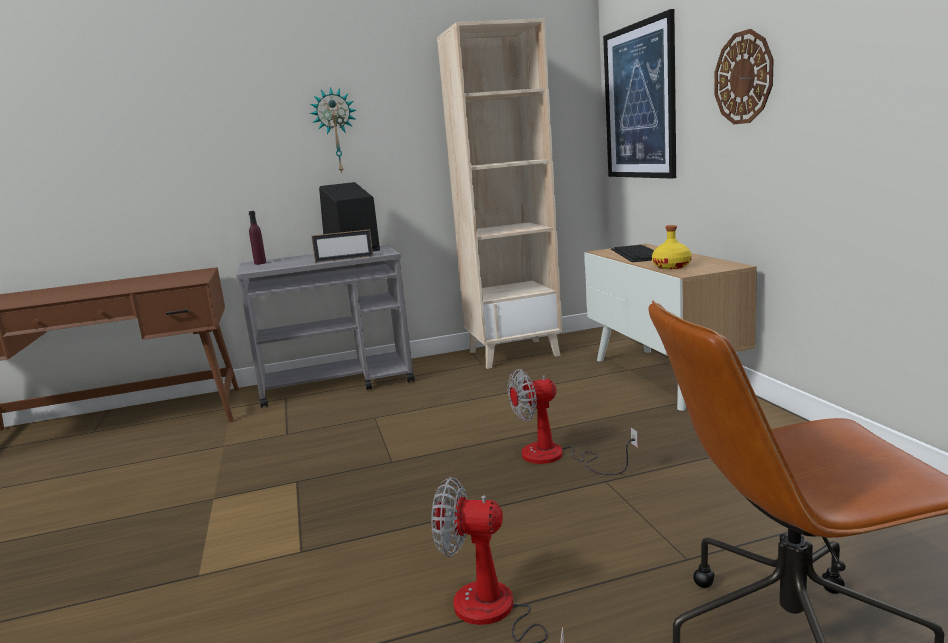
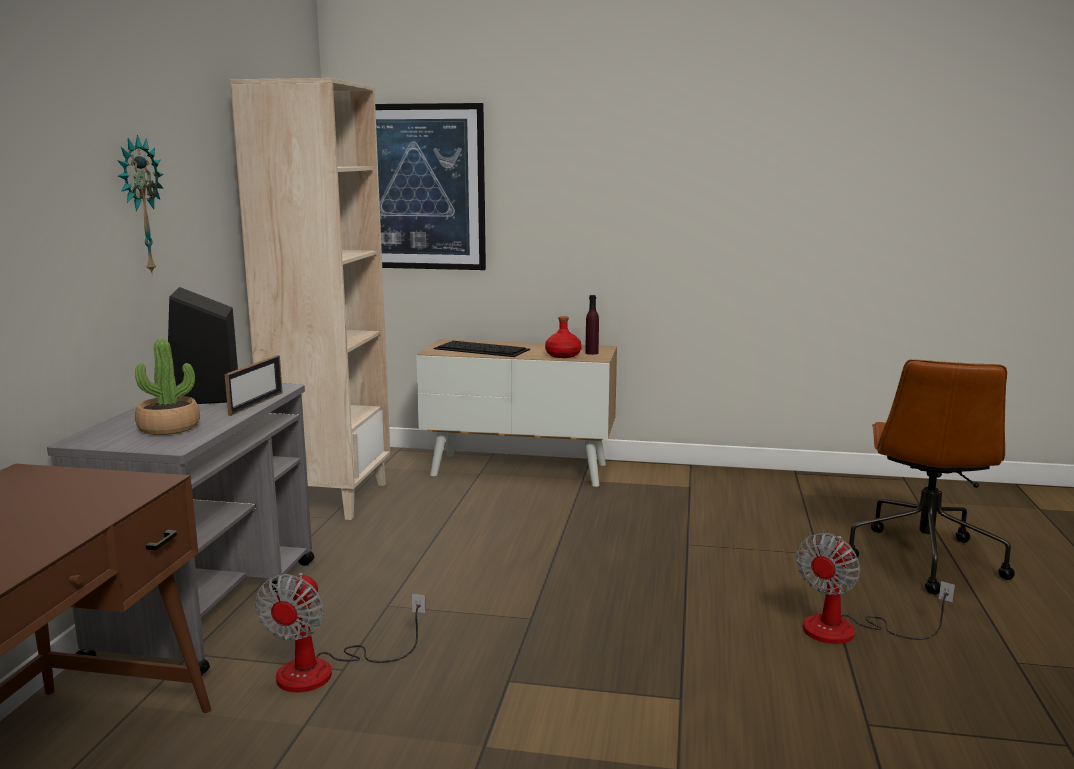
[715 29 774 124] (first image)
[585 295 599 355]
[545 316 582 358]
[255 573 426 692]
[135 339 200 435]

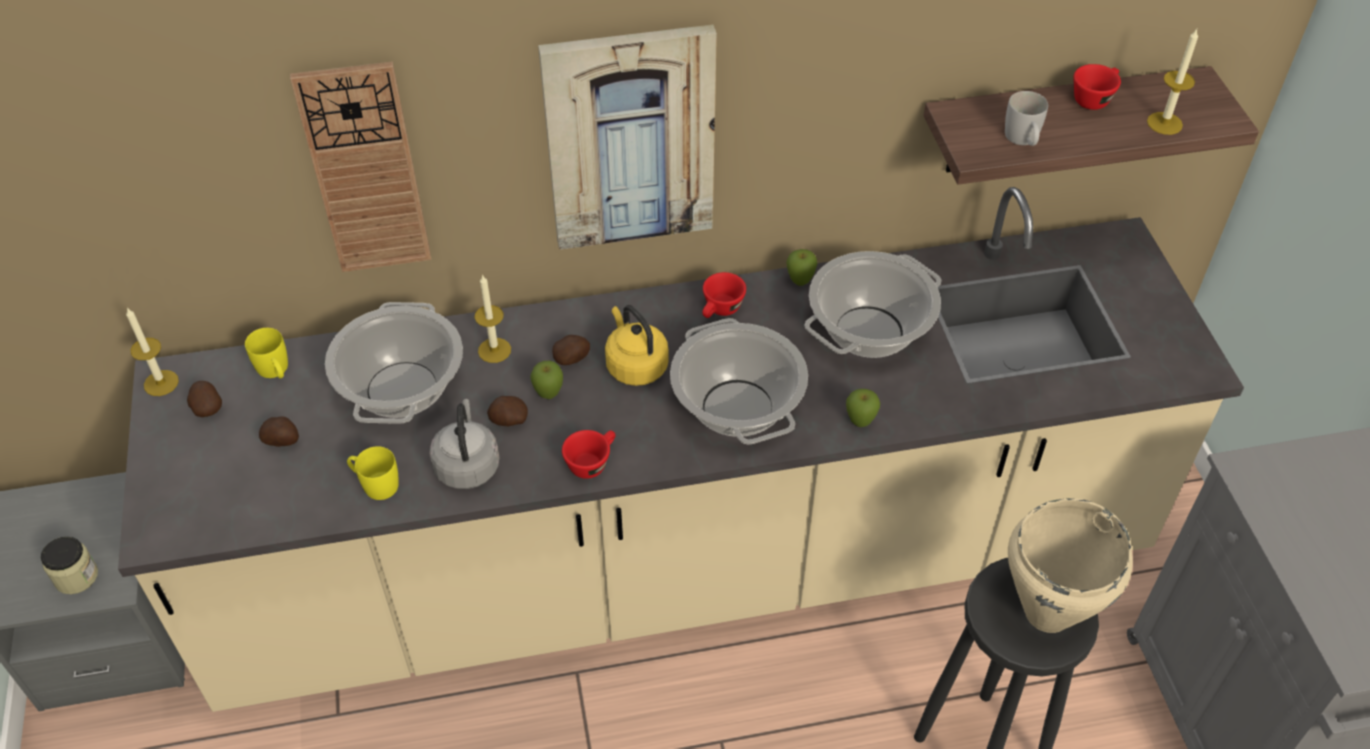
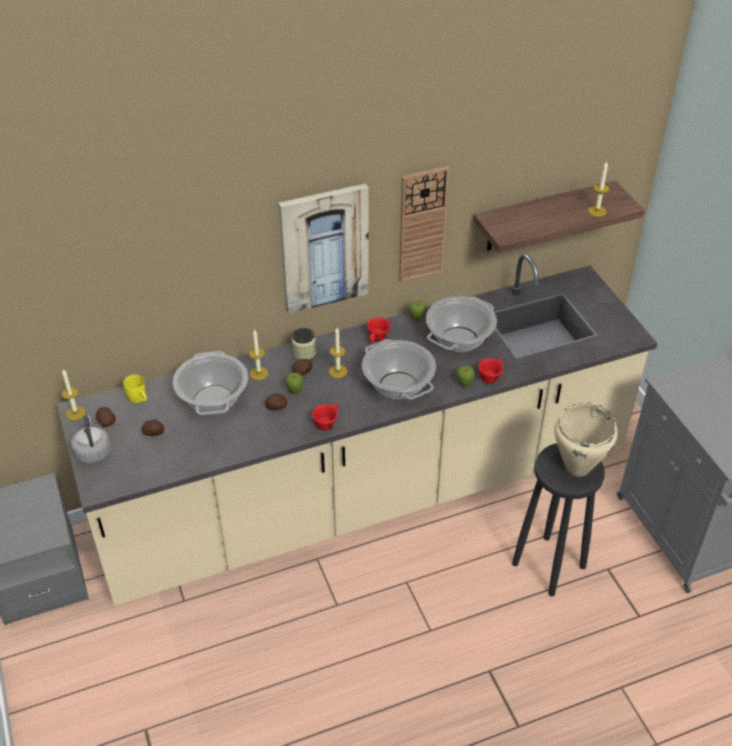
[399 166 450 283]
[478 358 503 383]
[1005 91 1048 146] (first image)
[329 328 347 378]
[71 415 111 464]
[347 446 399 500] (first image)
[292 328 316 360]

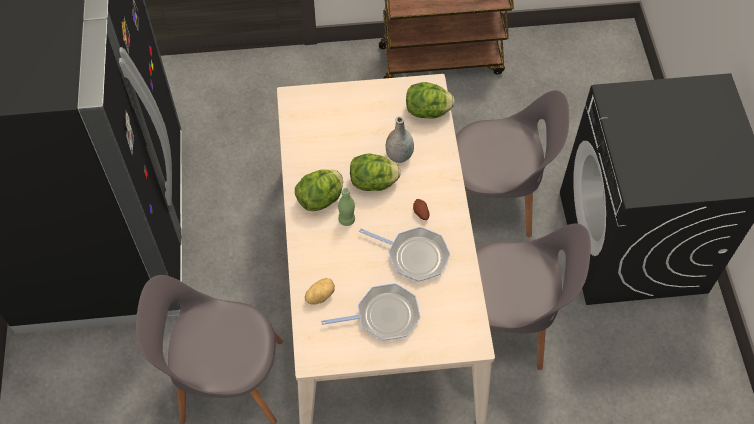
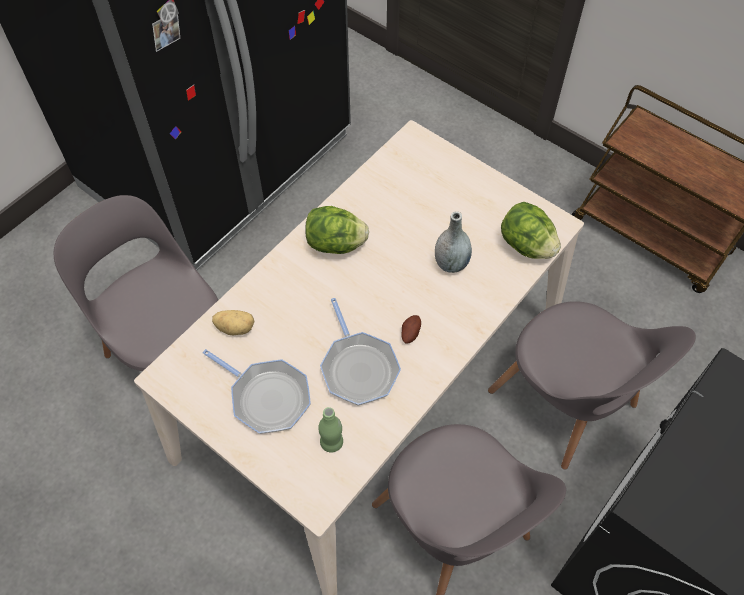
[350 153 401 191] (first image)
[318 407 343 452]

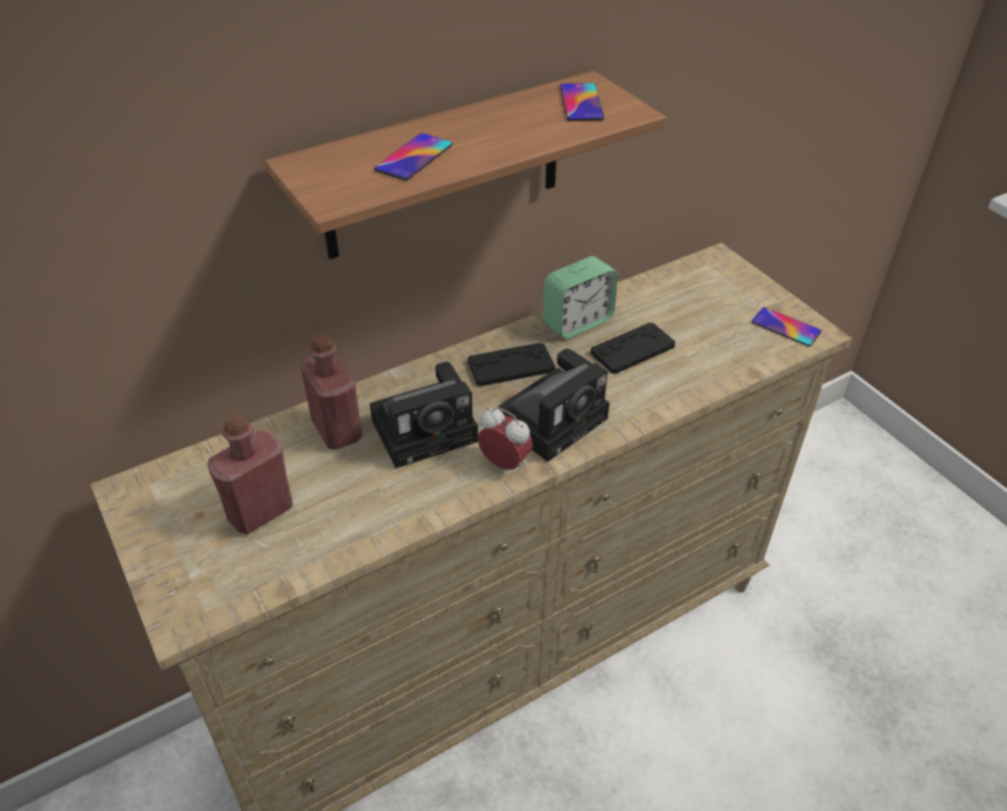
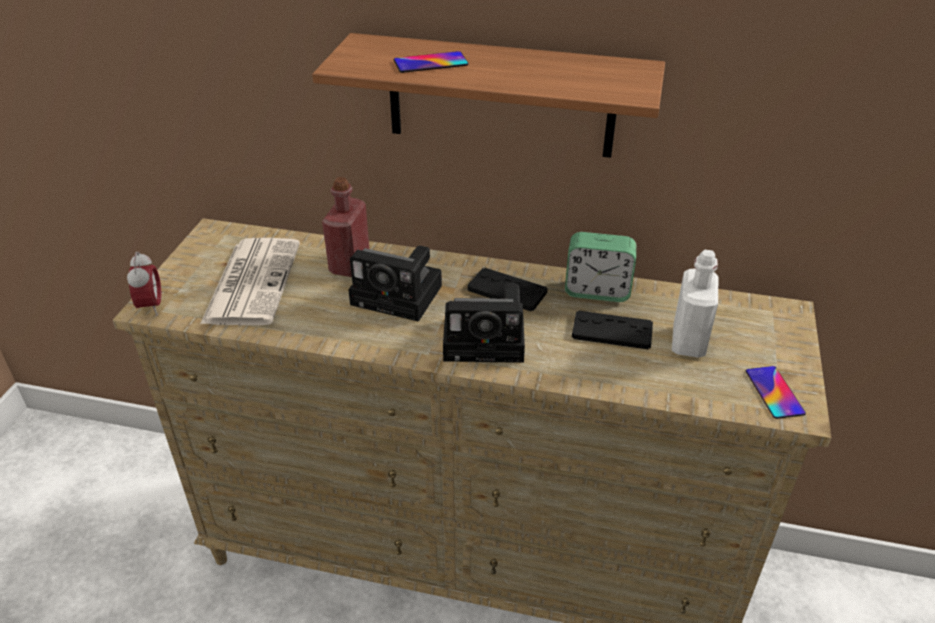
[560 83 604 121] (first image)
[127 251 162 316]
[200 238 300 325]
[672 250 718 358]

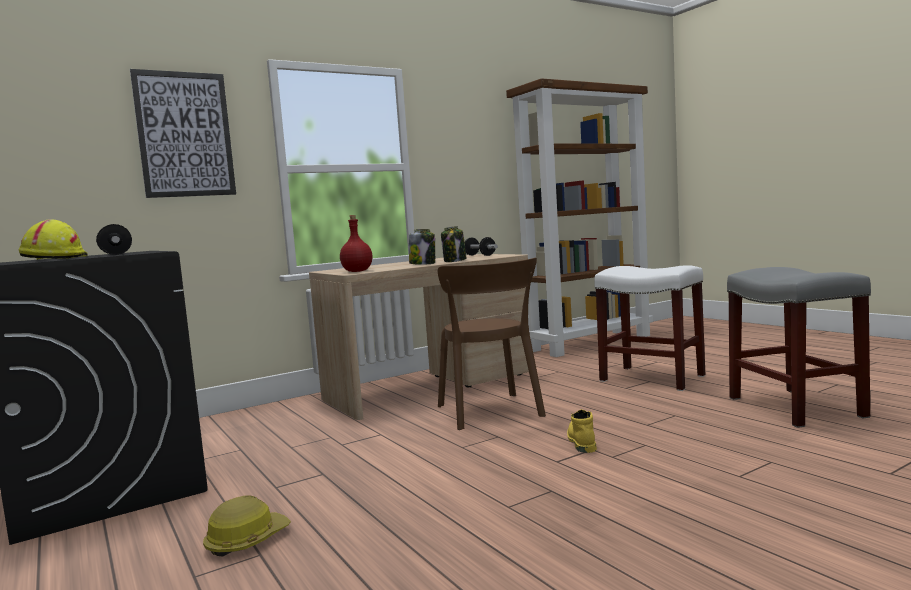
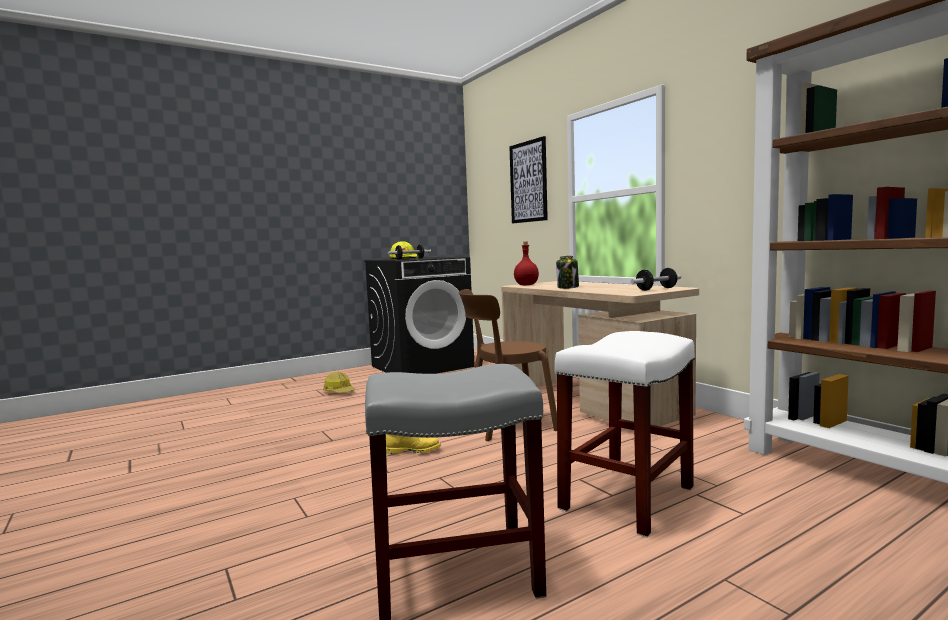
[441 226 467 262] (first image)

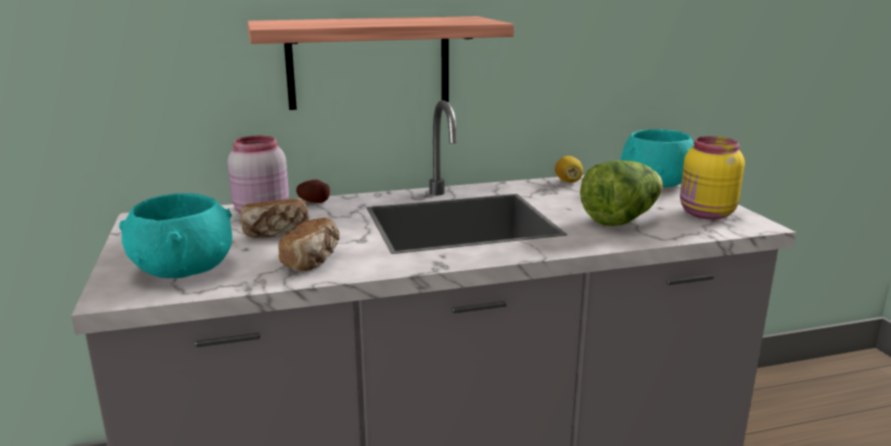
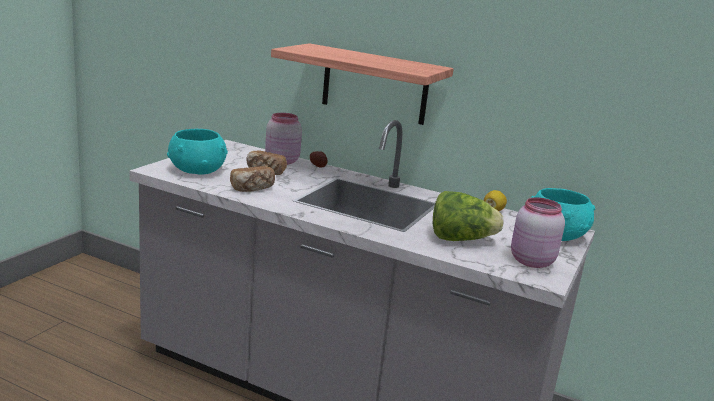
[511 197 565 268]

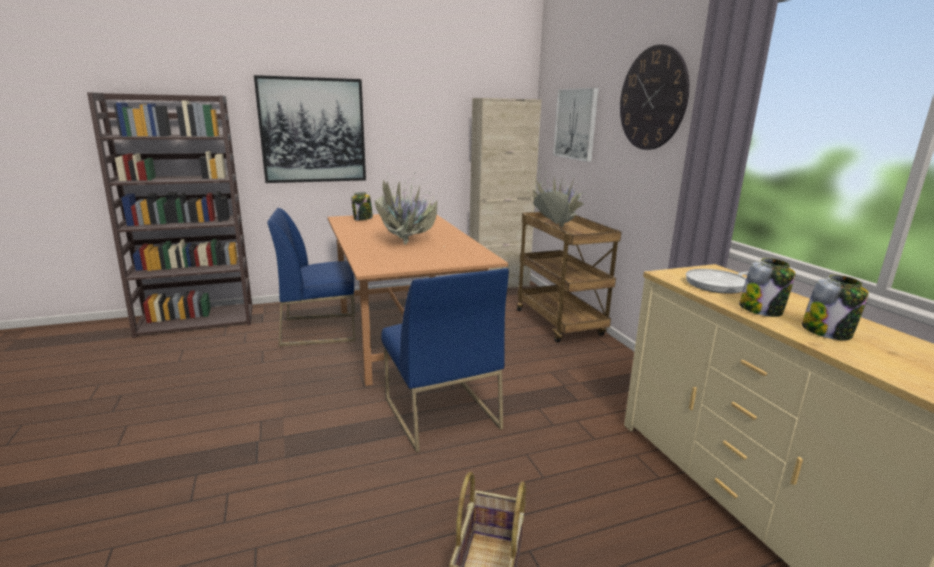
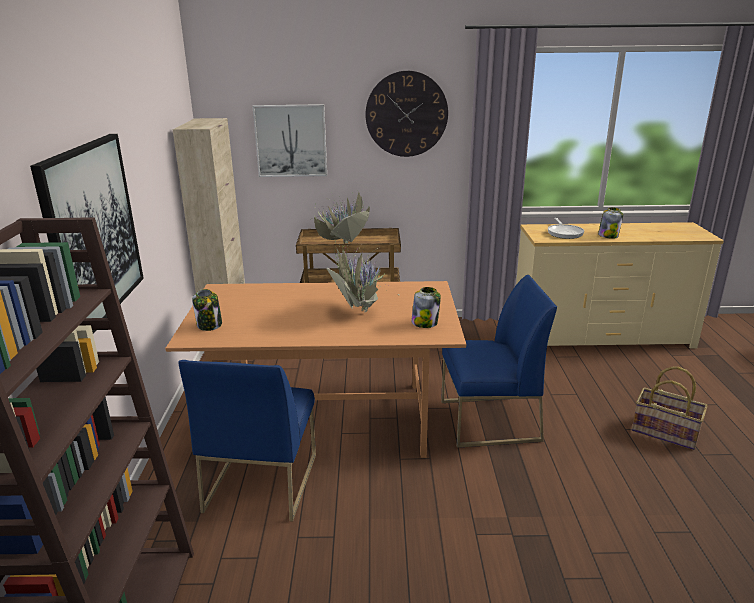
[411 287 441 328]

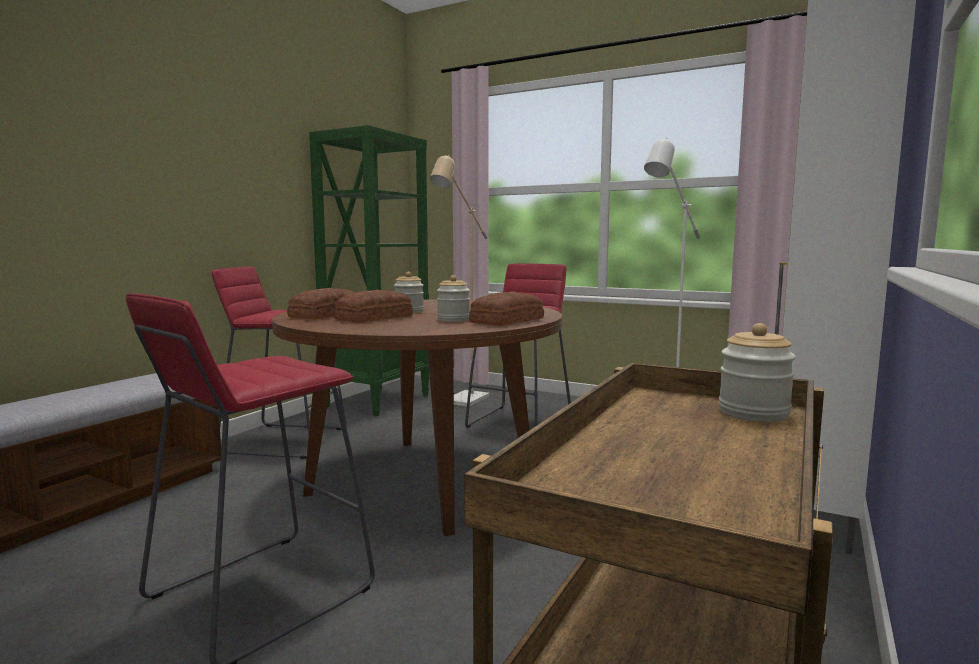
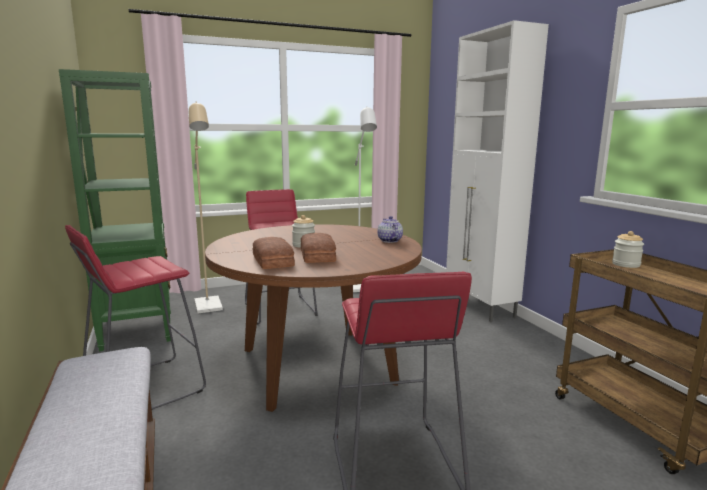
[437 275 470 322] (first image)
[377 216 403 243]

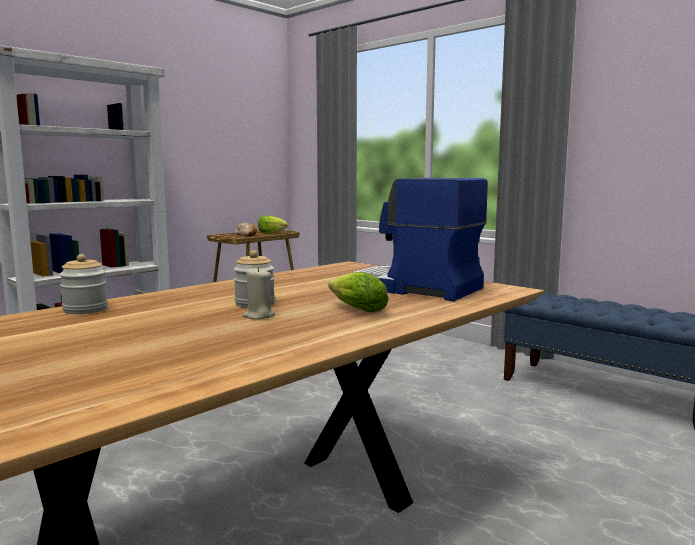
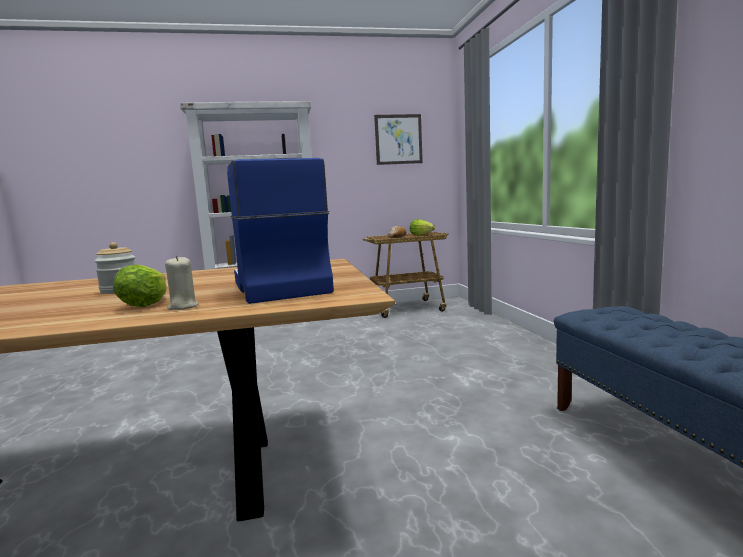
[59 254 108 314] (first image)
[165 256 199 310]
[374 114 423 165]

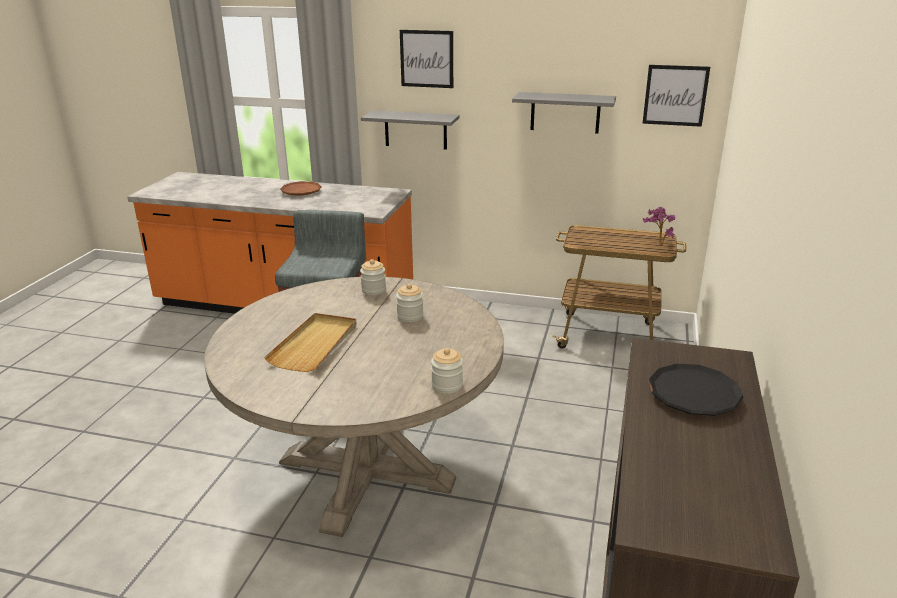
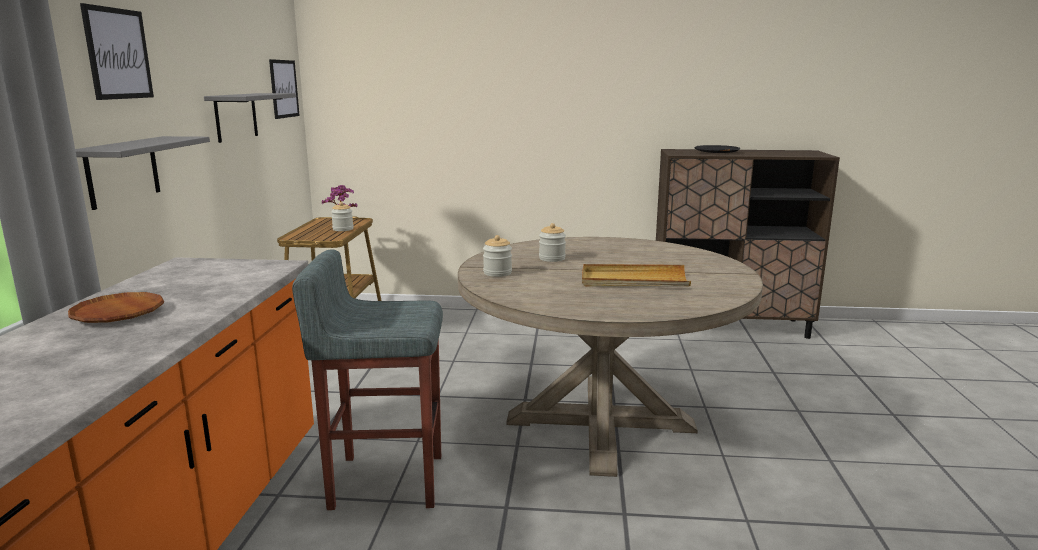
[331 202 353 231]

